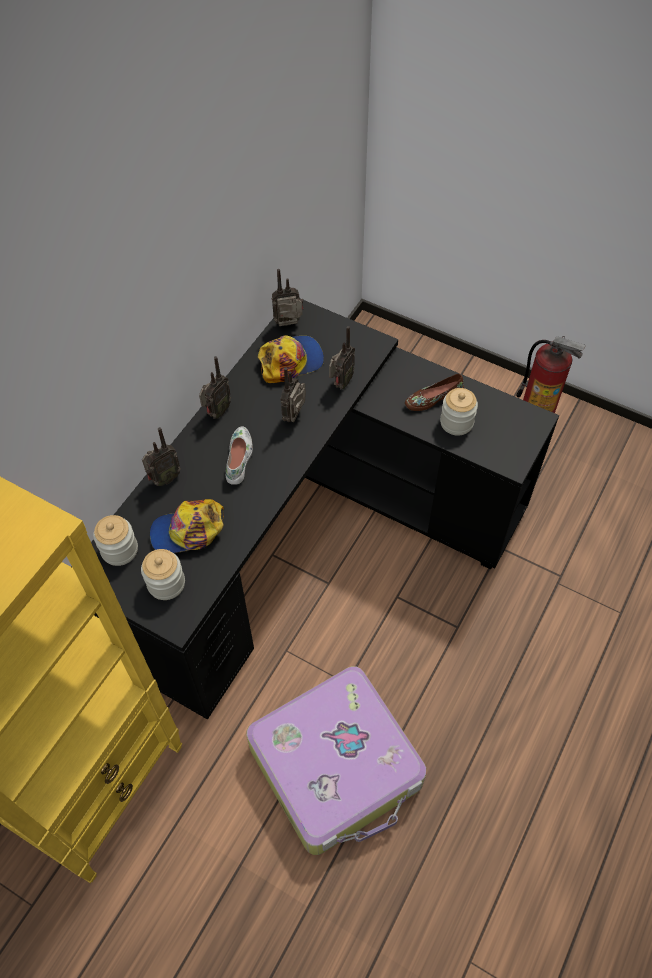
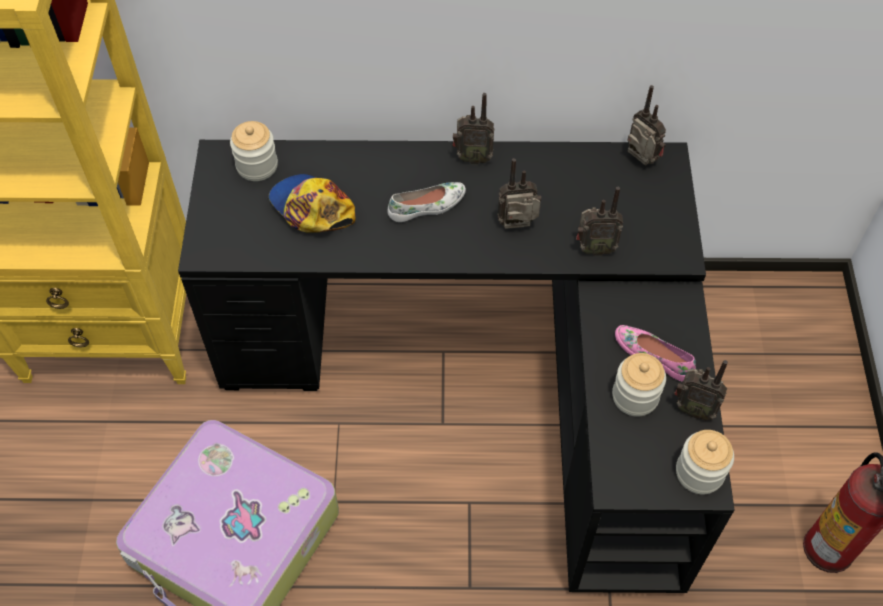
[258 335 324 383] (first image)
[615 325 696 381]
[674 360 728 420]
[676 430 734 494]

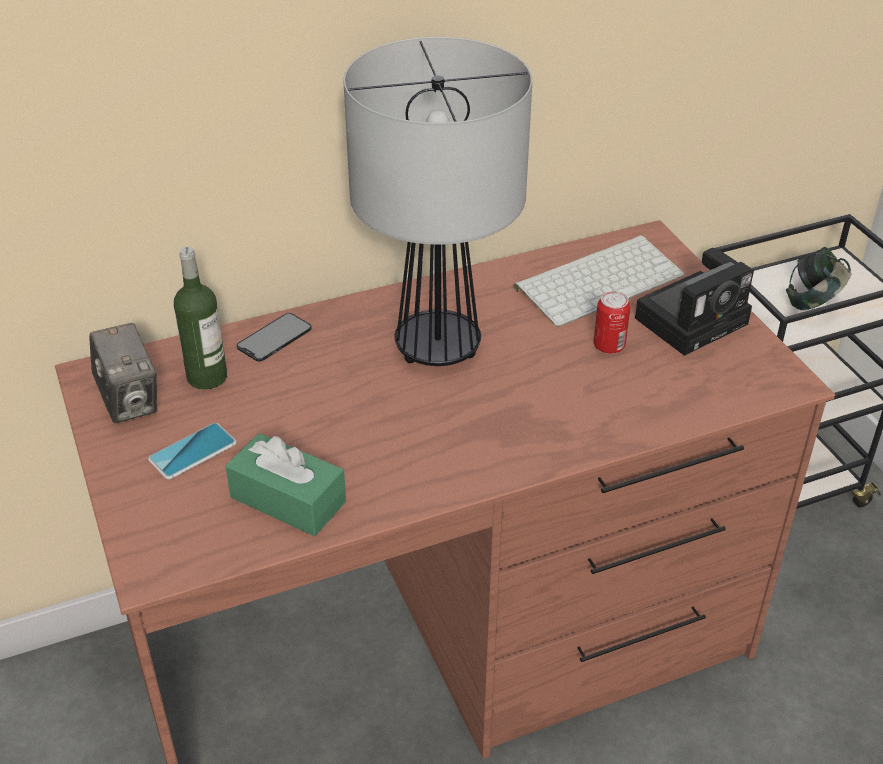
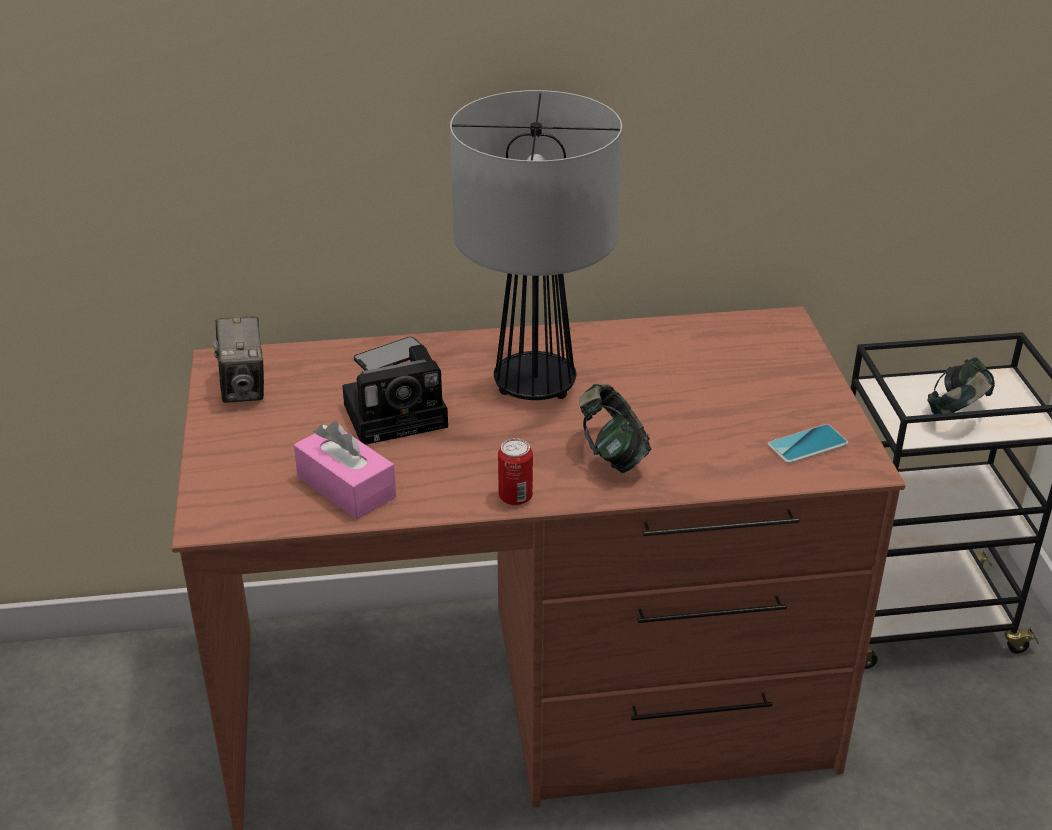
[513 235 685 327] (first image)
[174 247 227 390] (first image)
[342 345 448 445]
[498 438 533 506]
[768 424 848 463]
[294 421 396 519]
[579 384 651 473]

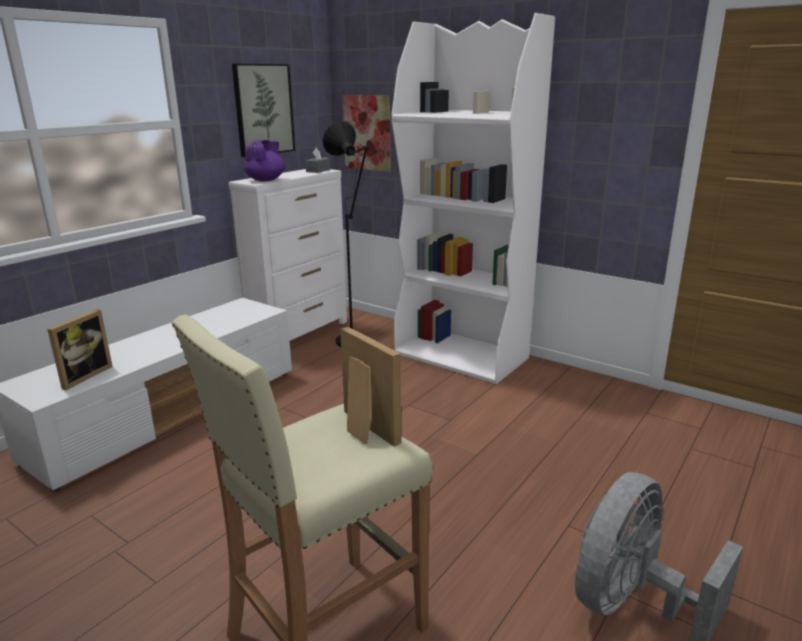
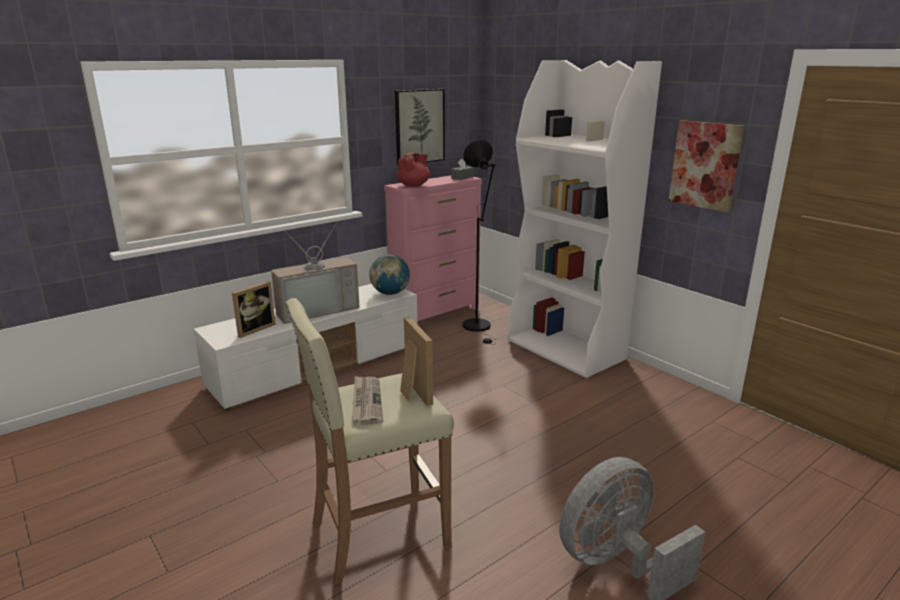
[669 120 744 213]
[397 153 430 187]
[384 176 482 321]
[271 224 359 324]
[369 254 410 295]
[352 376 383 425]

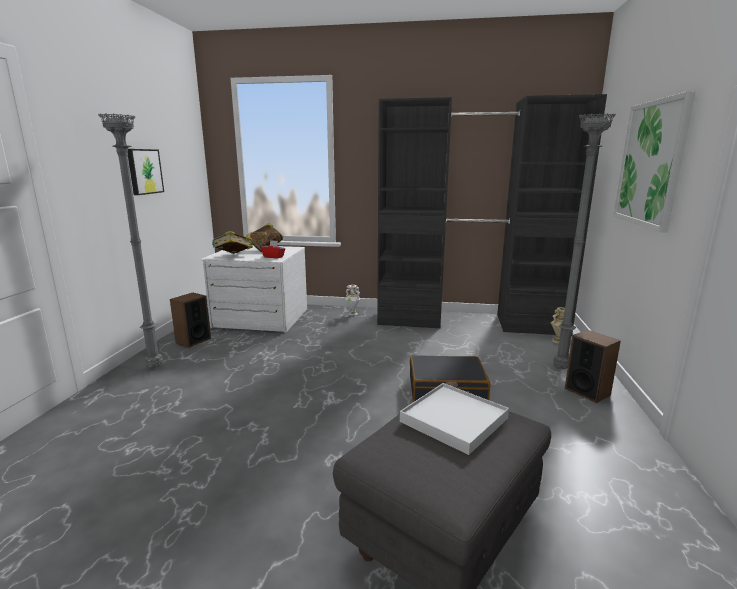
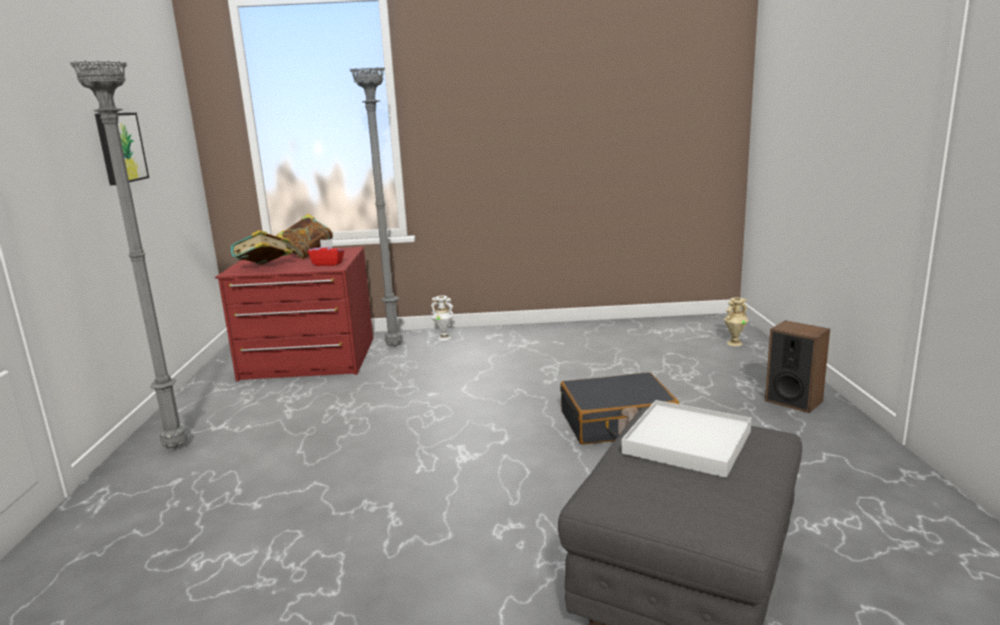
[613 91 695 232] (first image)
[377 94 607 336] (first image)
[350 67 403 347]
[215 247 373 381]
[170 293 211 348] (first image)

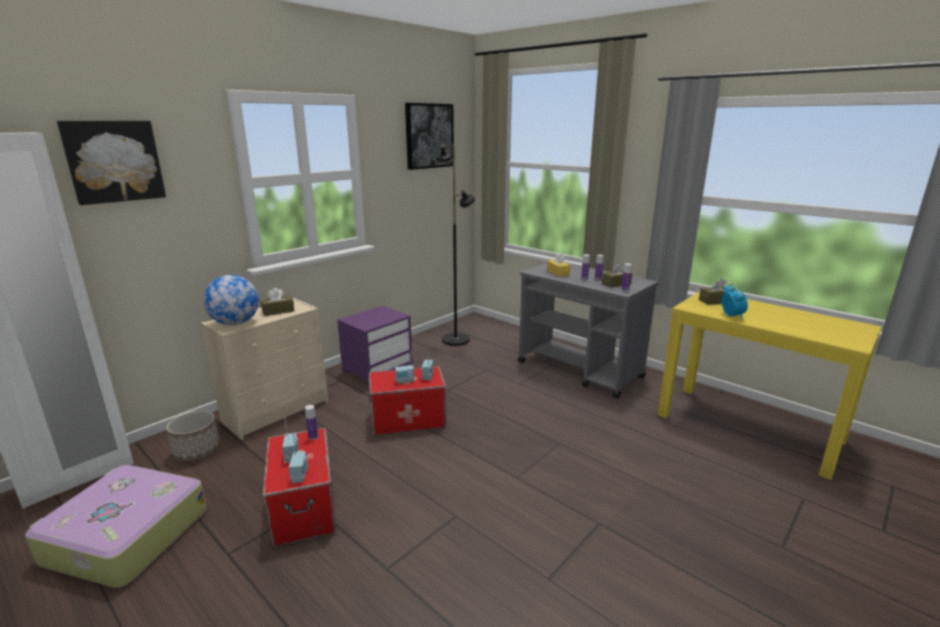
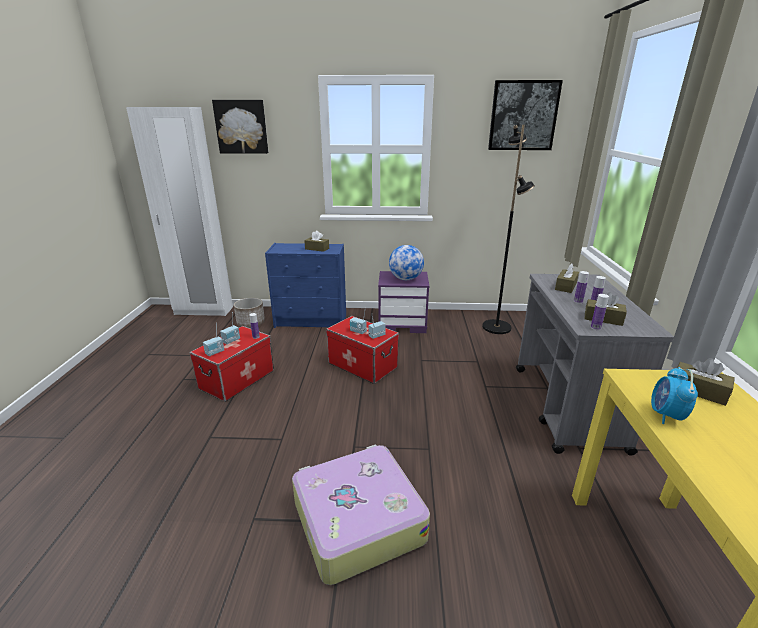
[555 263 579 293]
[389 245 424 280]
[651 367 698 424]
[265 243 346 328]
[292 444 430 585]

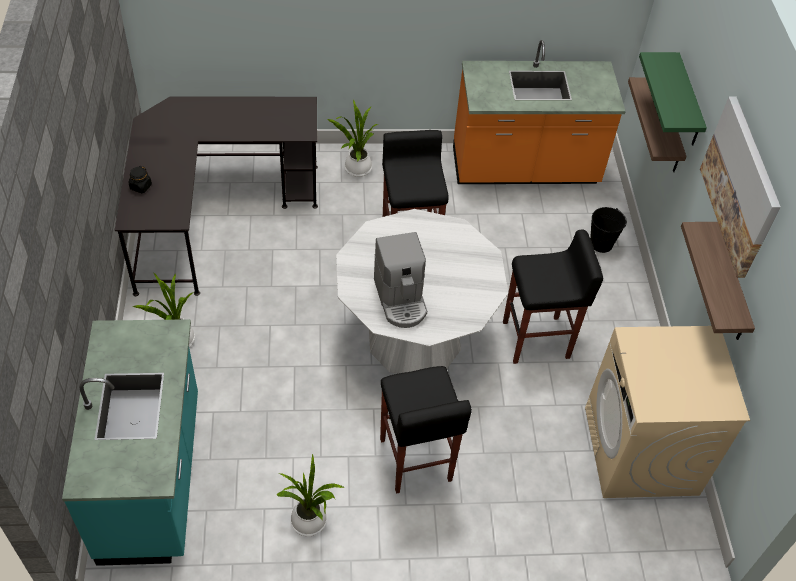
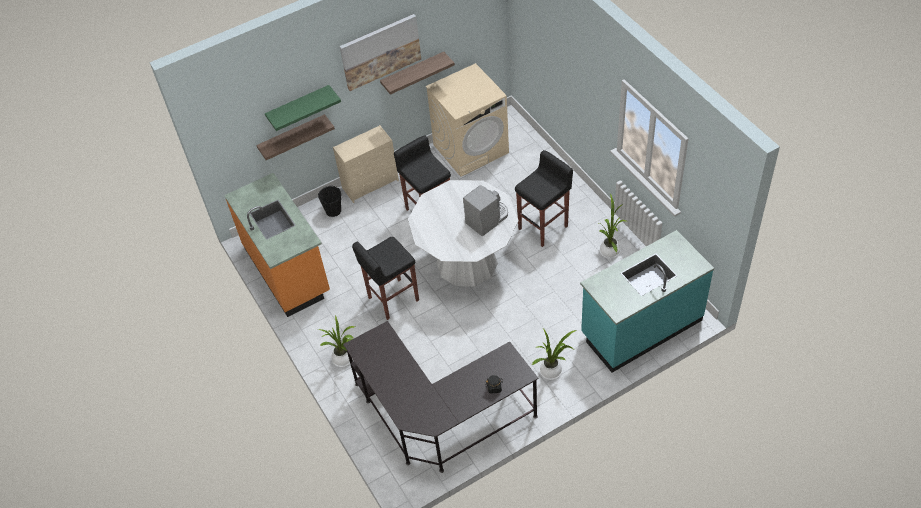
[333 125 399 203]

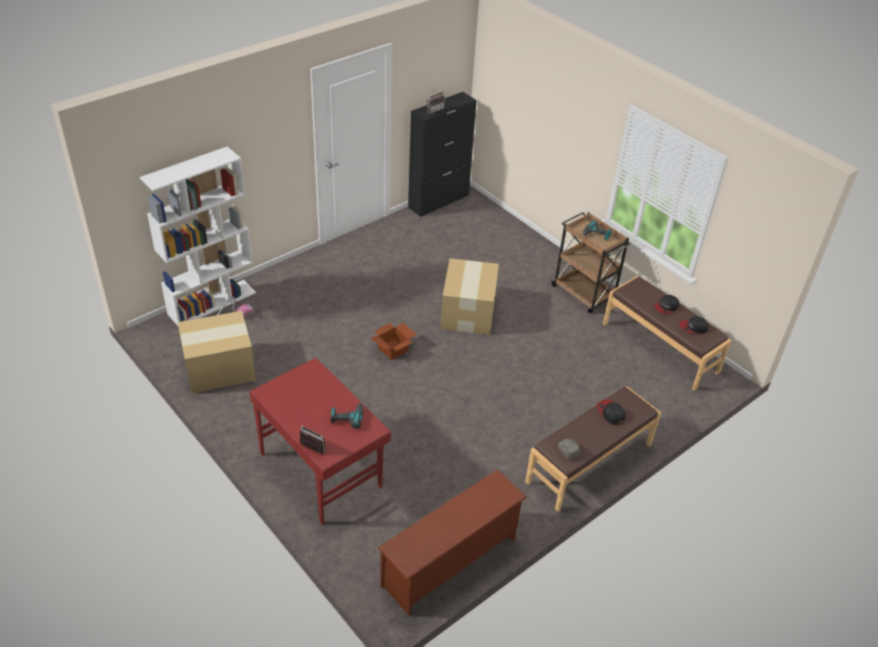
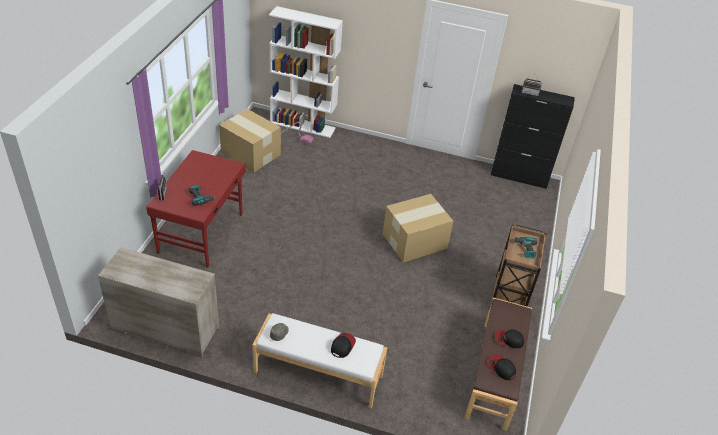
[371 323 417 360] (first image)
[253 313 387 409]
[98 247 219 358]

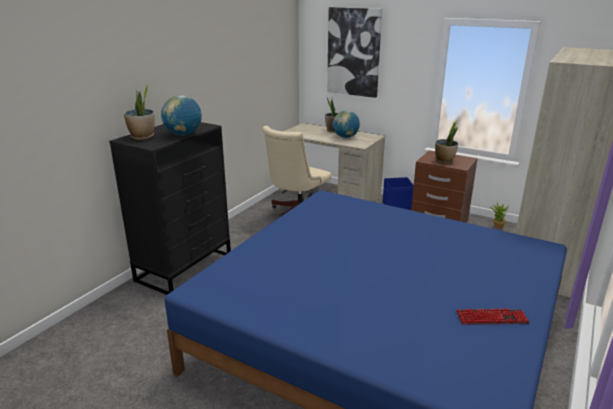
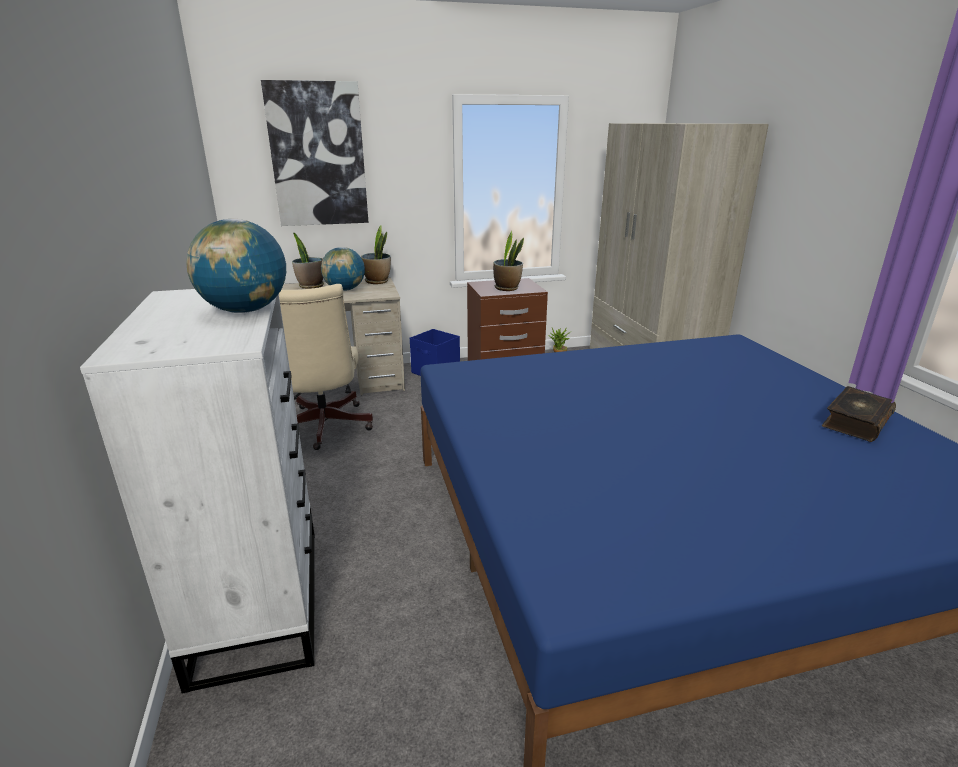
[361 225 391 284]
[80 289 315 694]
[822 386 896 442]

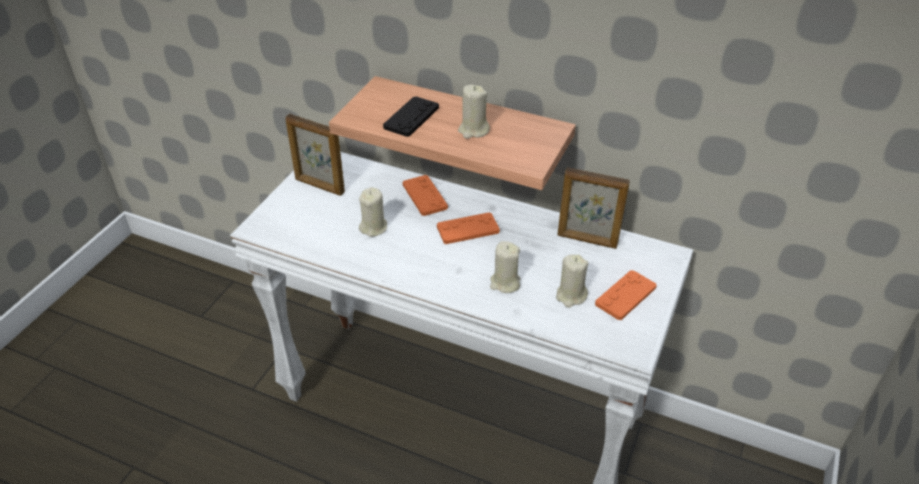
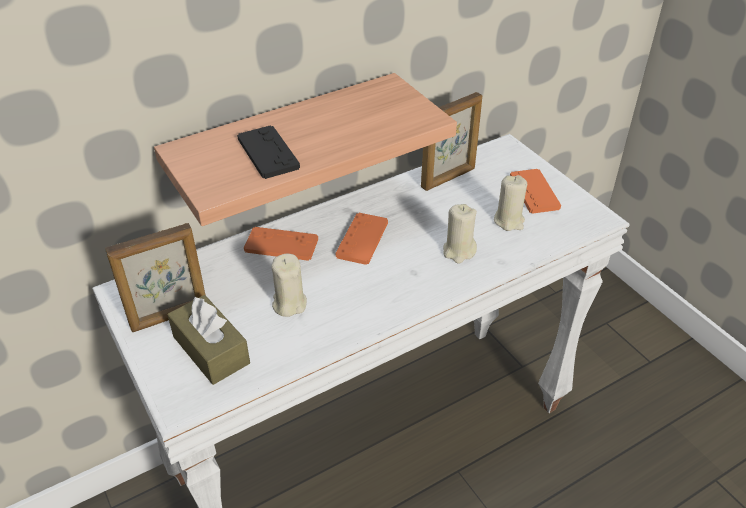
[458 85 490 139] (first image)
[167 295 250 385]

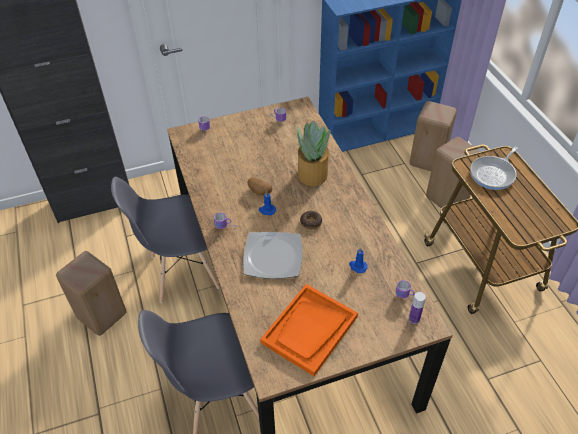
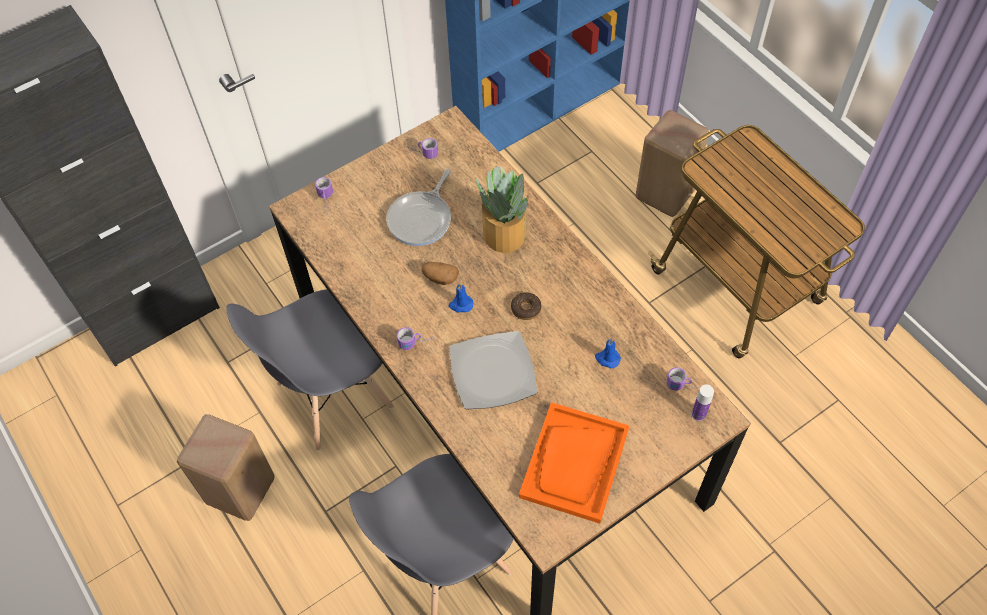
[410 101 457 171] (first image)
[386 169 451 246]

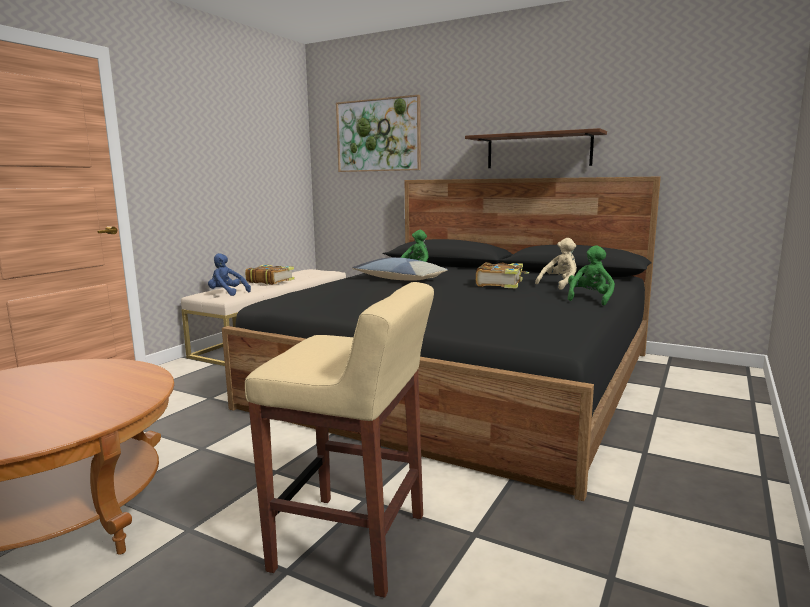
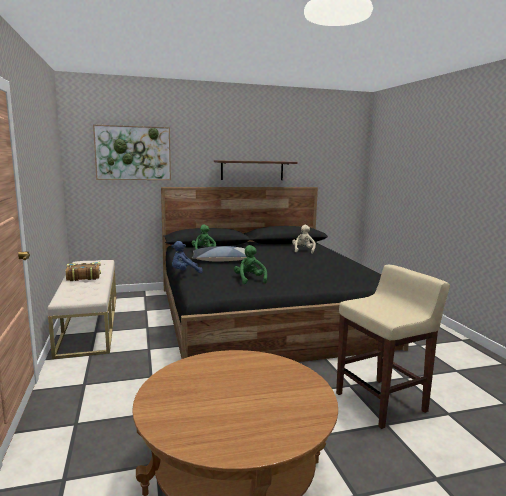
[234 245 267 284]
[171 241 203 273]
[476 262 529 289] (first image)

